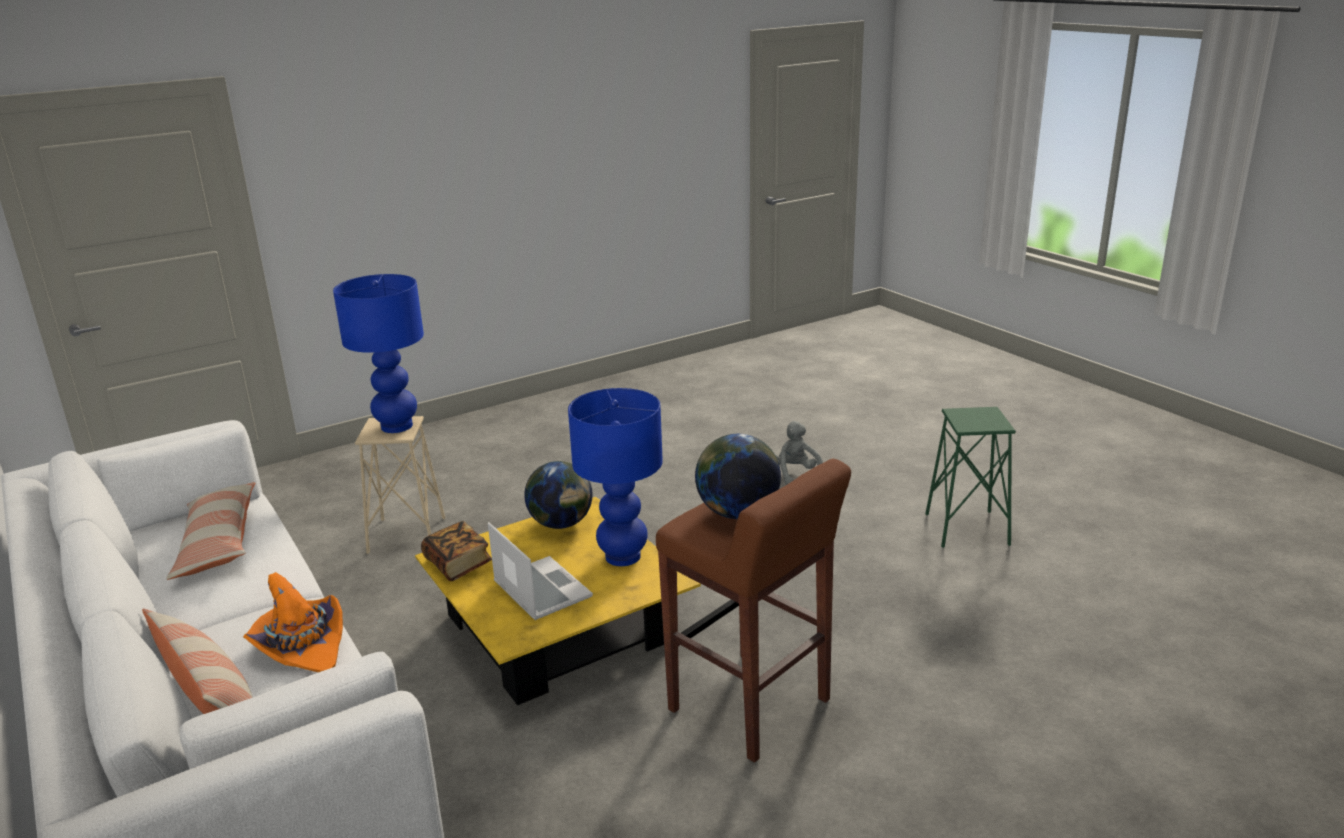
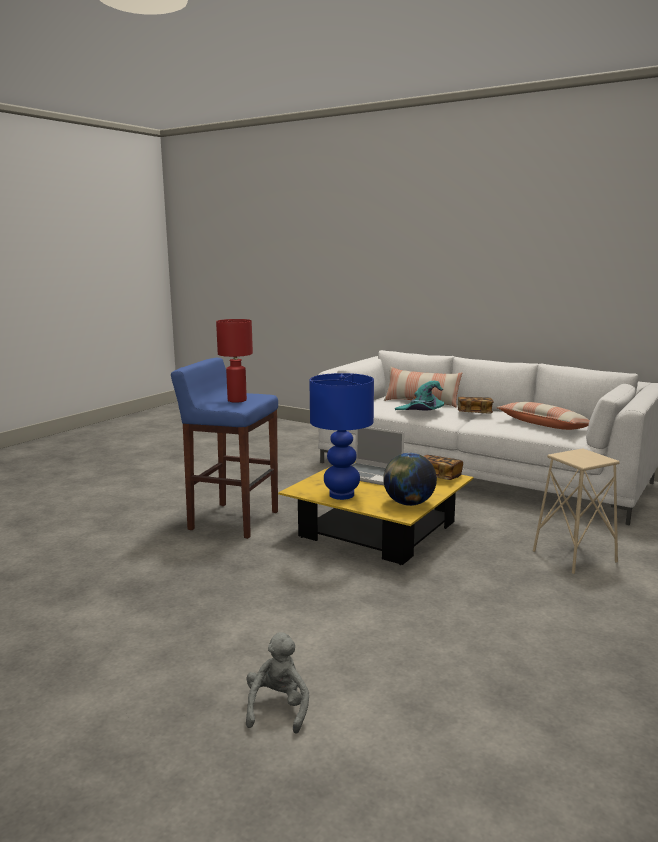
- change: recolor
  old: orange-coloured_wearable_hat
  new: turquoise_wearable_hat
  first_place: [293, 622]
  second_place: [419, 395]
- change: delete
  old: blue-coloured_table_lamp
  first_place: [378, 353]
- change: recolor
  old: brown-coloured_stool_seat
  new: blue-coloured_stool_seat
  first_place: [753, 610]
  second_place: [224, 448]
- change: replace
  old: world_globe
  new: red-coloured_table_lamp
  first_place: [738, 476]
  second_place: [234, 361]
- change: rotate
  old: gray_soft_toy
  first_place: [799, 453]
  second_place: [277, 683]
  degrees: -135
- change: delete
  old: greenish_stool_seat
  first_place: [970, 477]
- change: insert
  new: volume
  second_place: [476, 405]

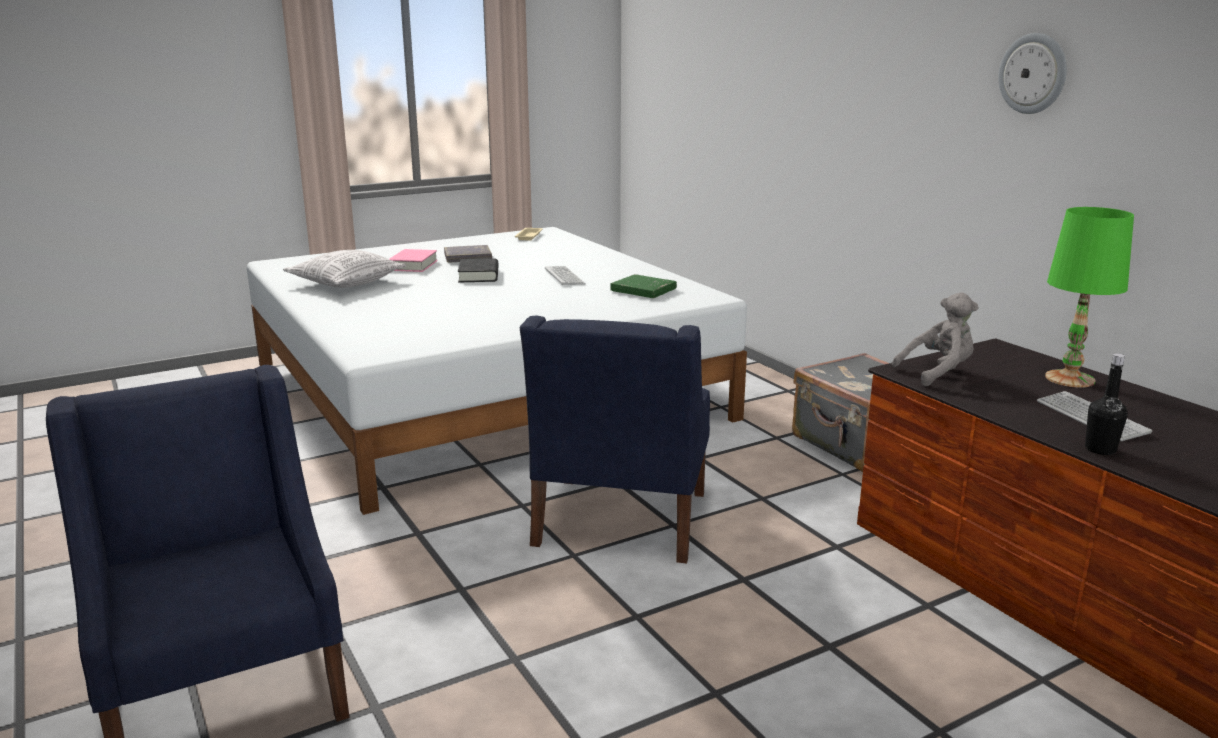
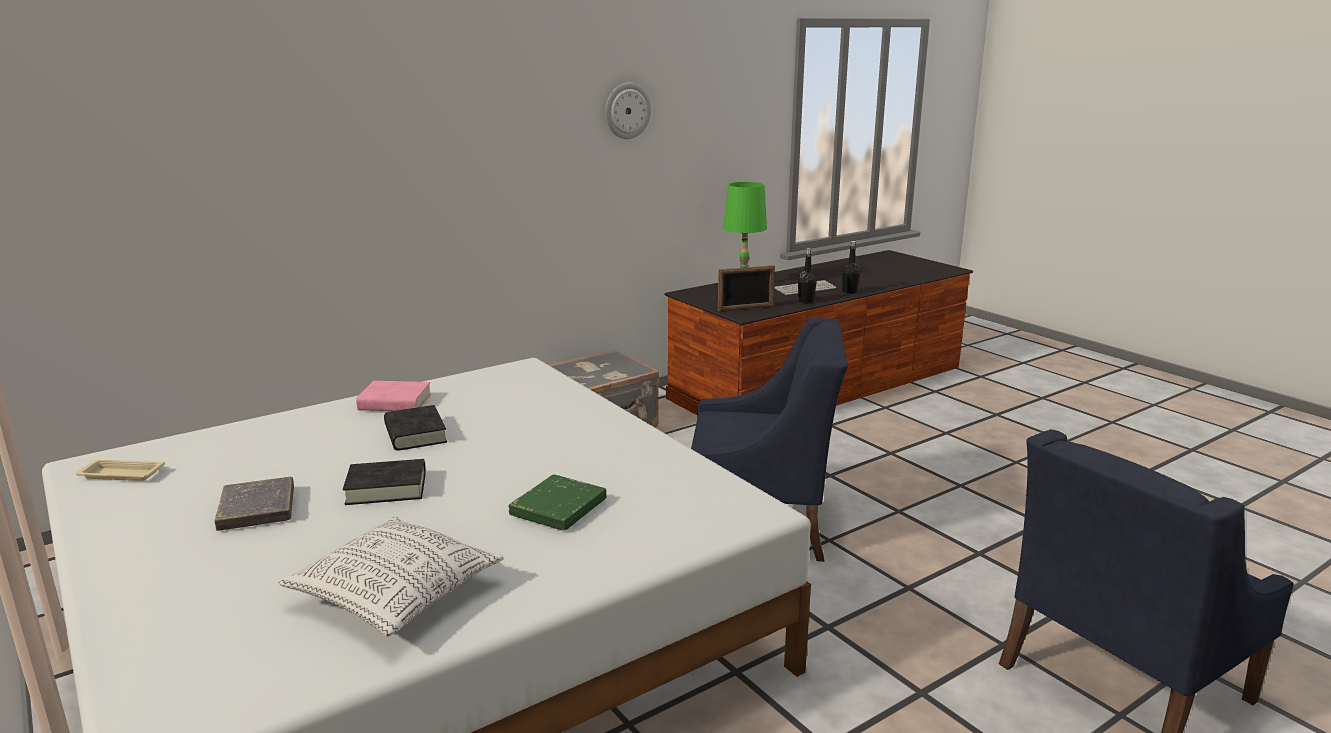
- change: move
  old: pink_volume
  first_place: [414, 260]
  second_place: [393, 396]
- change: replace
  old: PC_keyboard
  new: blackish_volume
  first_place: [565, 275]
  second_place: [415, 428]
- change: move
  old: greenish_volume
  first_place: [643, 286]
  second_place: [557, 502]
- change: replace
  old: gray_soft_toy
  new: photo_frame
  first_place: [935, 339]
  second_place: [746, 288]
- change: insert
  new: blackish_bottle
  second_place: [807, 275]

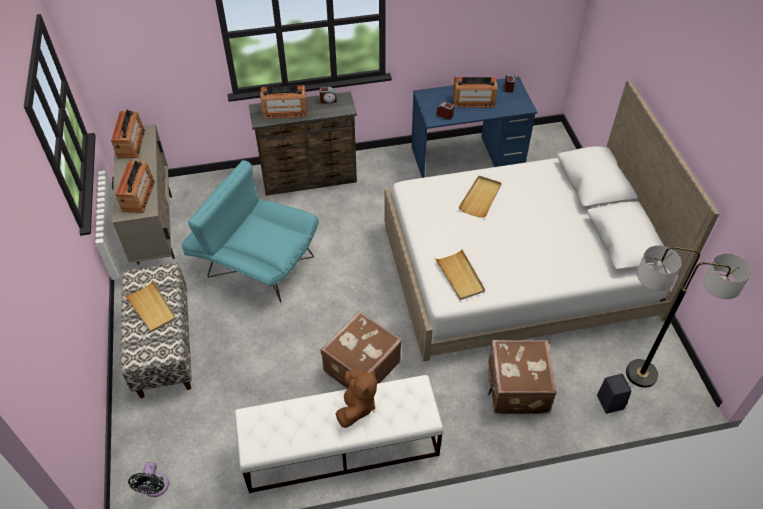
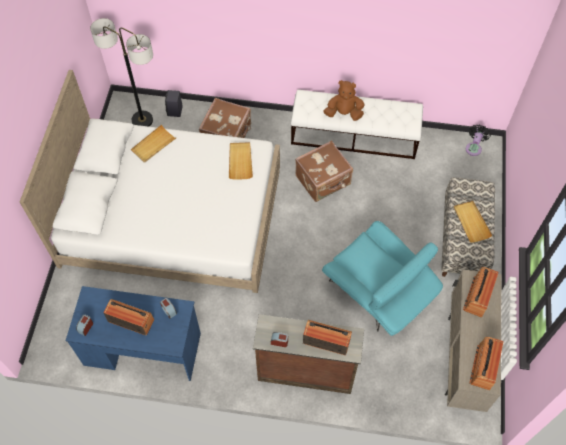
- change: rotate
  old: brown-coloured_soft_toy
  first_place: [356, 398]
  second_place: [344, 100]
  degrees: 60
- change: move
  old: beige_carrying_tray
  first_place: [480, 197]
  second_place: [153, 143]

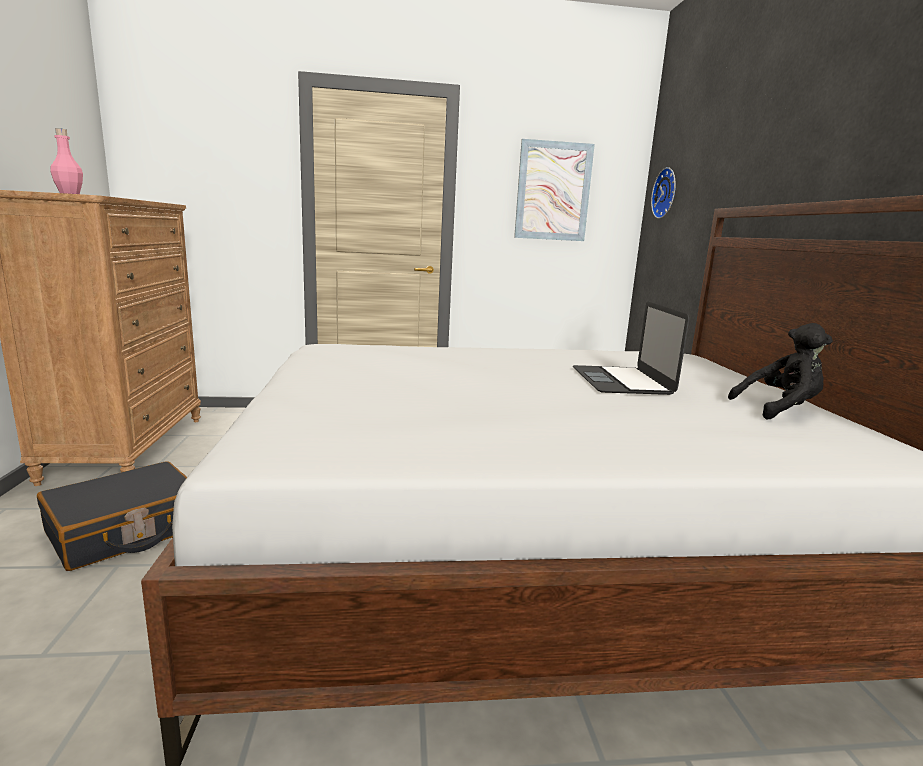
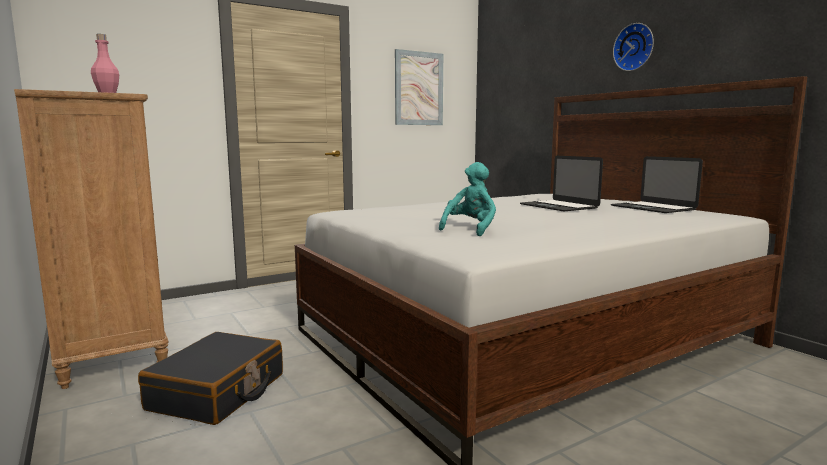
- change: move
  old: clock_on_the_wall
  first_place: [663, 193]
  second_place: [633, 47]
- change: replace
  old: blackish_soft_toy
  new: portable_computer
  first_place: [780, 371]
  second_place: [657, 184]
- change: insert
  new: turquoise_soft_toy
  second_place: [467, 199]

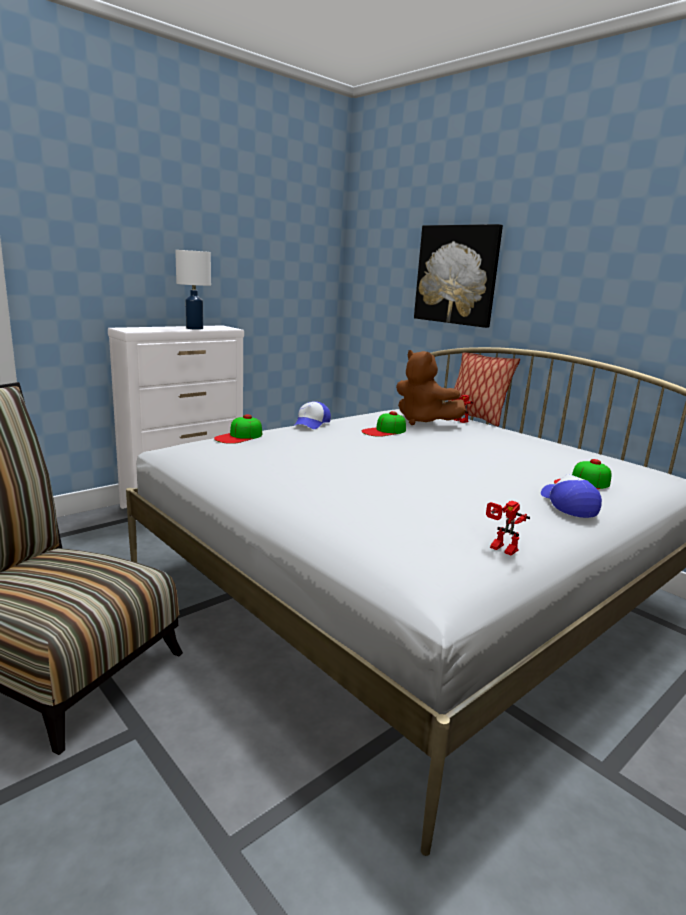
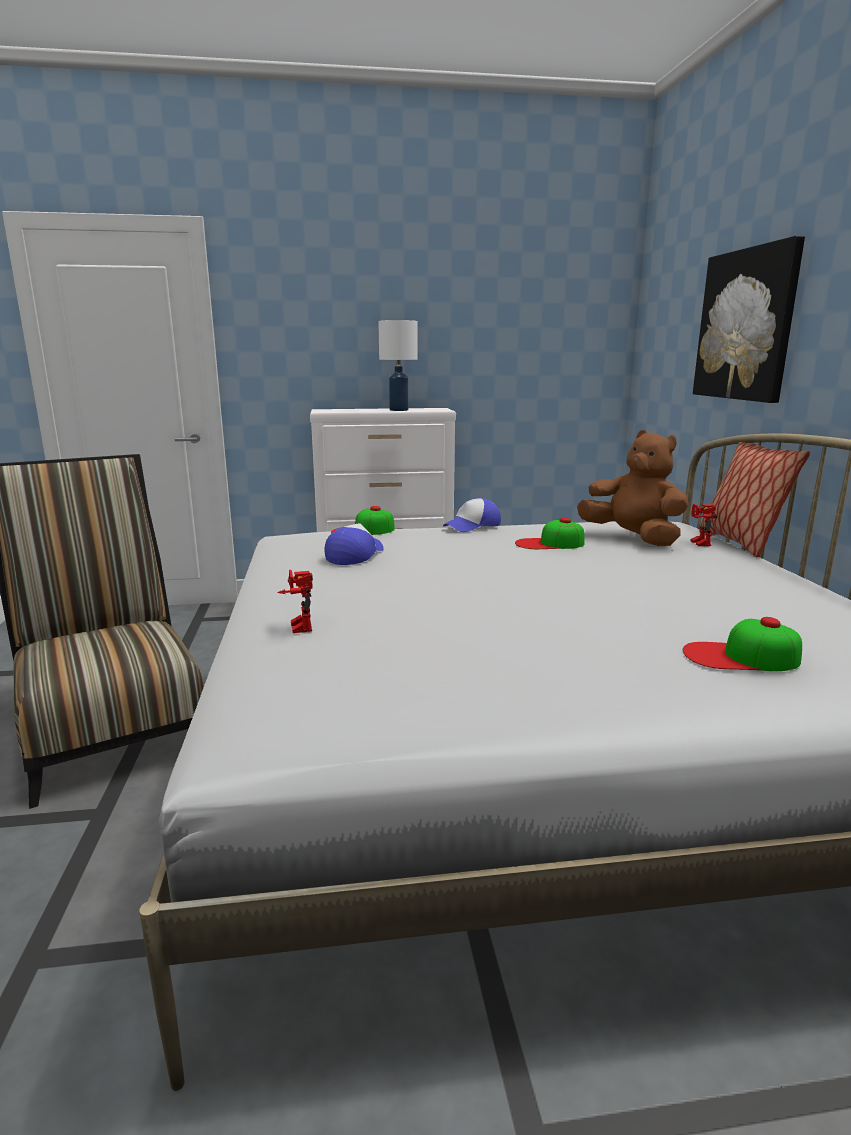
- change: rotate
  old: brown-coloured_soft_toy
  first_place: [431, 387]
  second_place: [632, 488]
  degrees: 150
- change: move
  old: robot_figure
  first_place: [508, 528]
  second_place: [295, 601]
- change: move
  old: cap
  first_place: [571, 496]
  second_place: [354, 544]

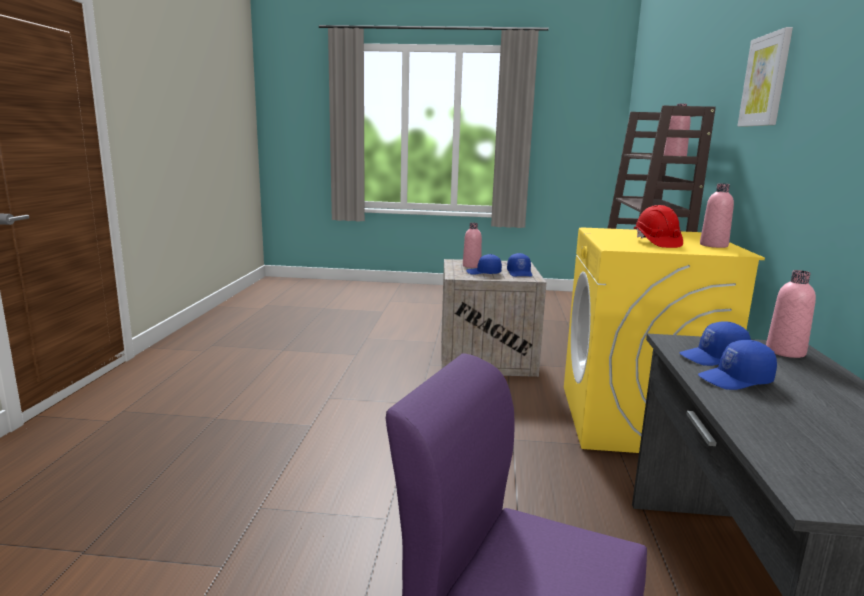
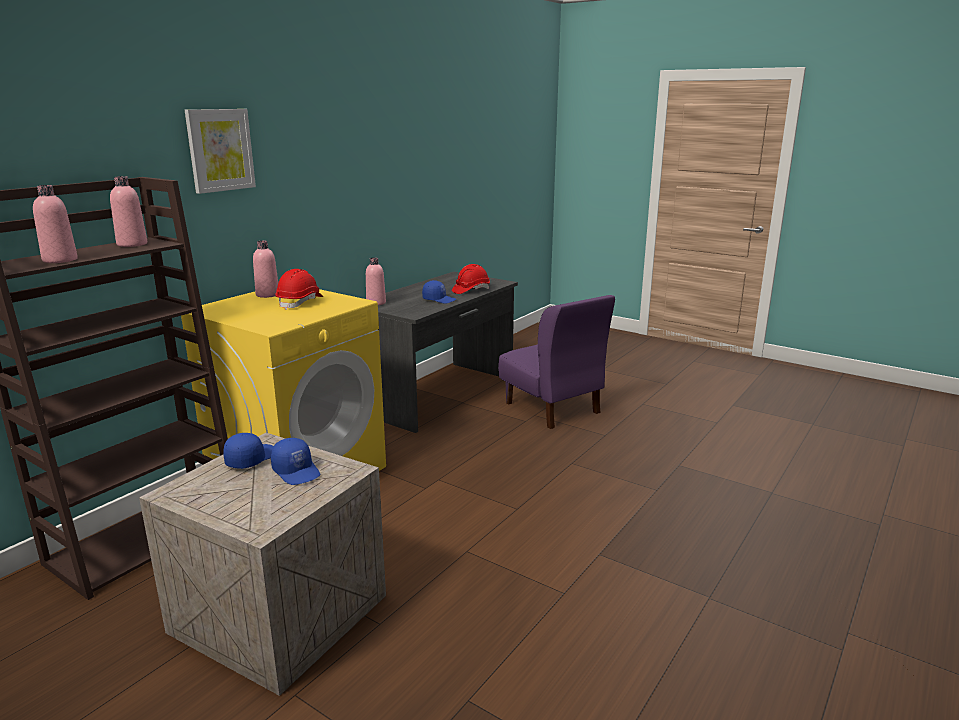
- change: move
  old: pink_bottle
  first_place: [472, 245]
  second_place: [55, 224]
- change: delete
  old: blue-coloured_cap
  first_place: [715, 343]
- change: insert
  new: red-coloured_hard_hat
  second_place: [471, 279]

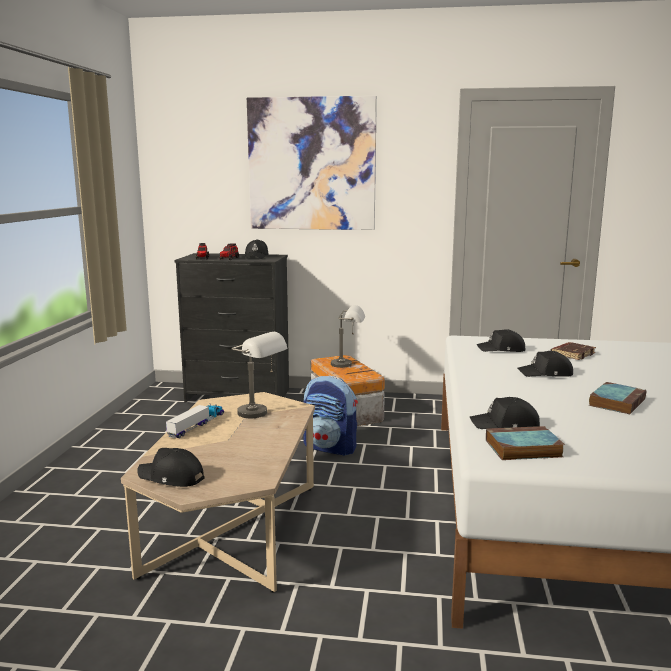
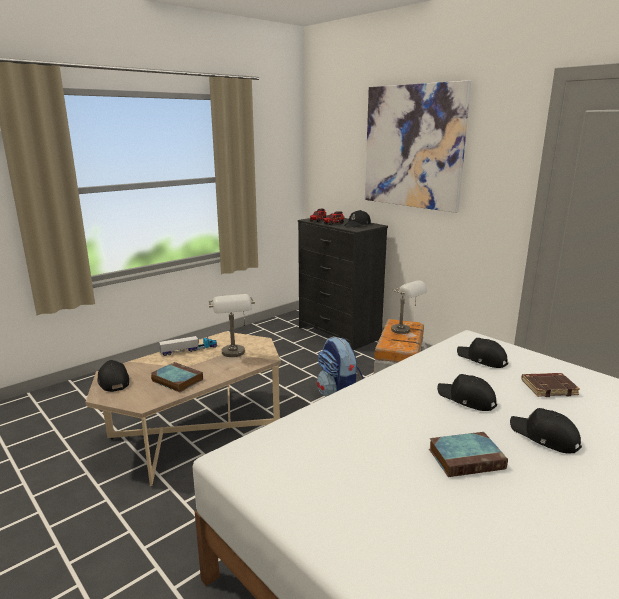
- change: move
  old: blackish_cap
  first_place: [505, 413]
  second_place: [546, 430]
- change: move
  old: volume
  first_place: [525, 443]
  second_place: [177, 377]

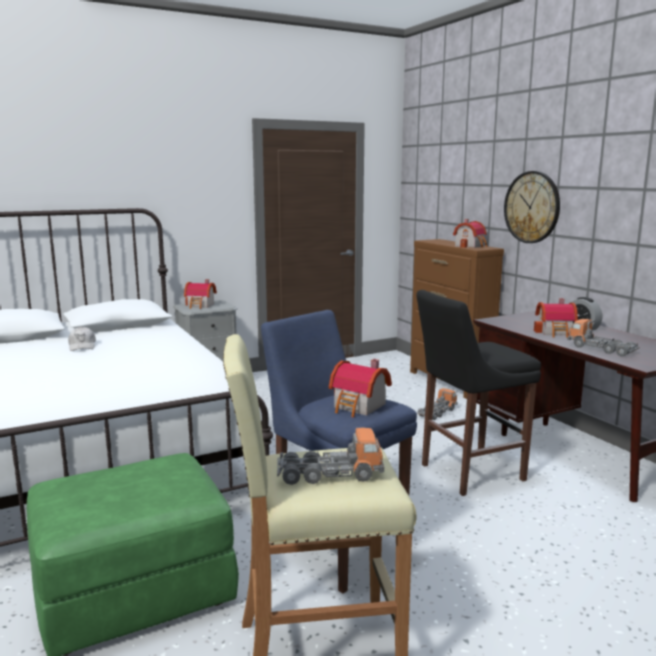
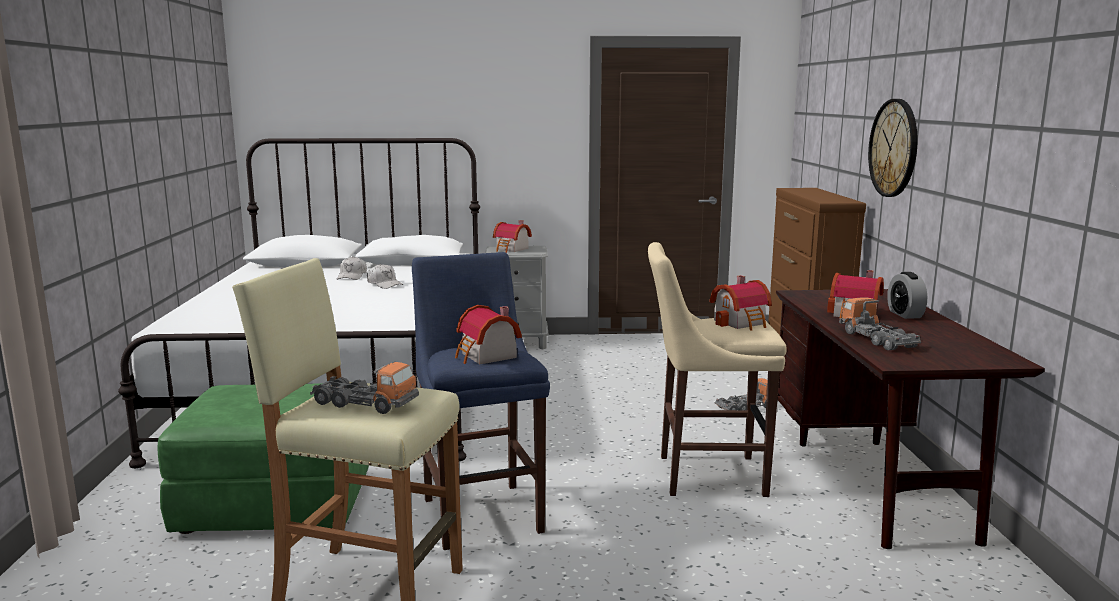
- change: recolor
  old: blackish_stool_seat
  new: beige_stool_seat
  first_place: [478, 393]
  second_place: [717, 369]
- change: move
  old: miniature_house
  first_place: [470, 233]
  second_place: [740, 303]
- change: insert
  new: whitish_cap
  second_place: [385, 276]

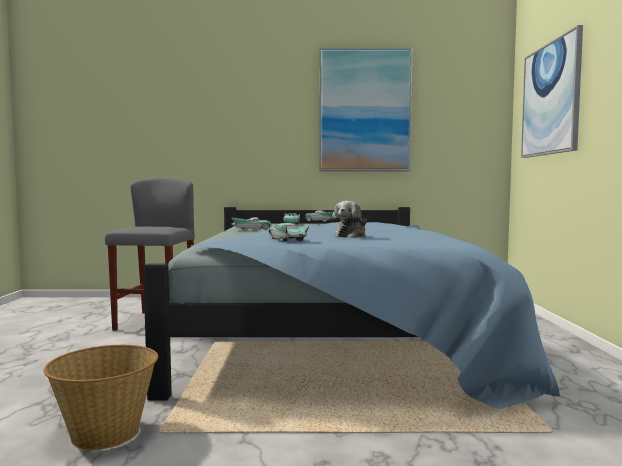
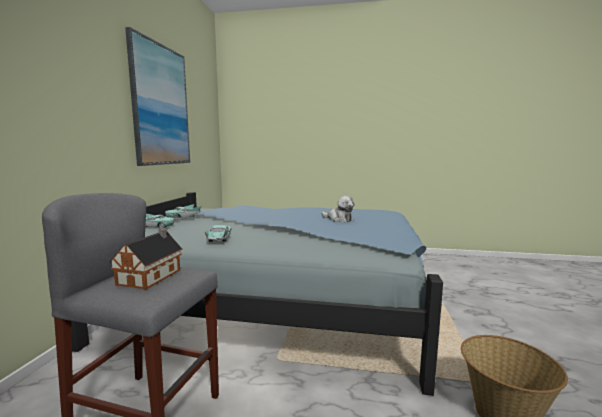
- change: delete
  old: turquoise_miniature_car
  first_place: [289, 232]
- change: delete
  old: picture
  first_place: [552, 91]
- change: insert
  new: miniature_house
  second_place: [146, 259]

